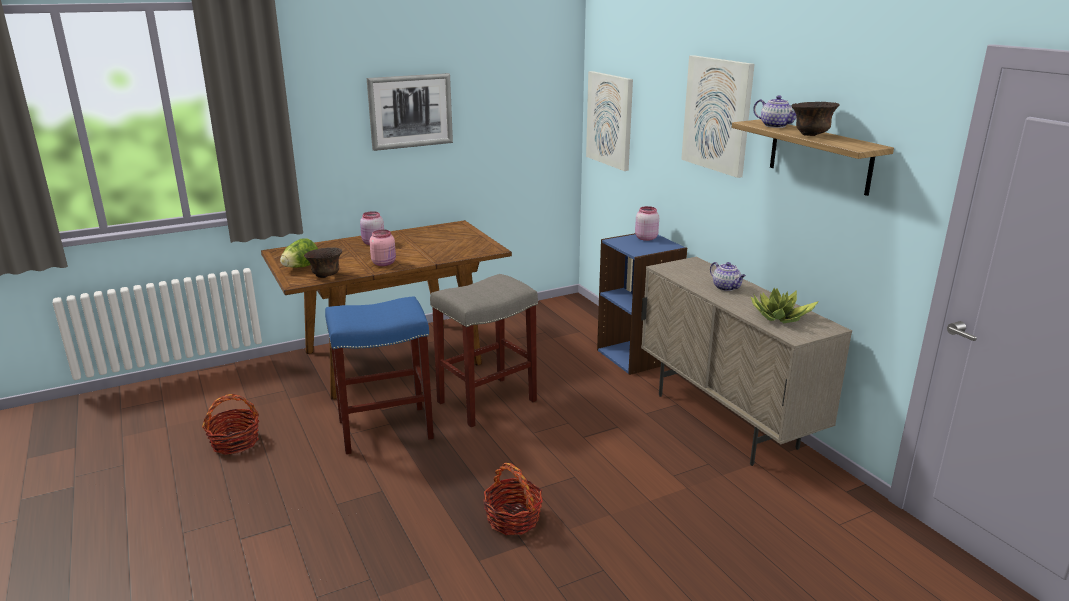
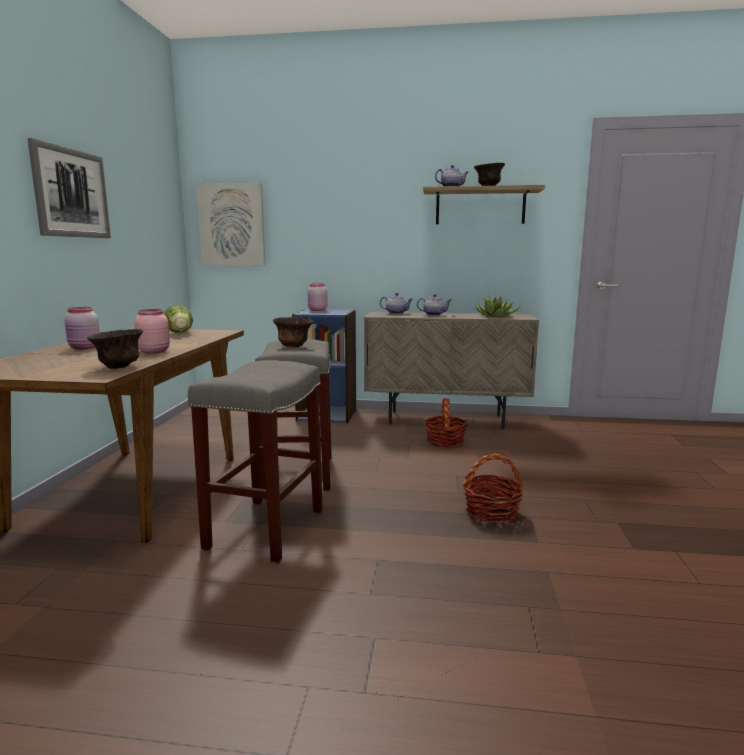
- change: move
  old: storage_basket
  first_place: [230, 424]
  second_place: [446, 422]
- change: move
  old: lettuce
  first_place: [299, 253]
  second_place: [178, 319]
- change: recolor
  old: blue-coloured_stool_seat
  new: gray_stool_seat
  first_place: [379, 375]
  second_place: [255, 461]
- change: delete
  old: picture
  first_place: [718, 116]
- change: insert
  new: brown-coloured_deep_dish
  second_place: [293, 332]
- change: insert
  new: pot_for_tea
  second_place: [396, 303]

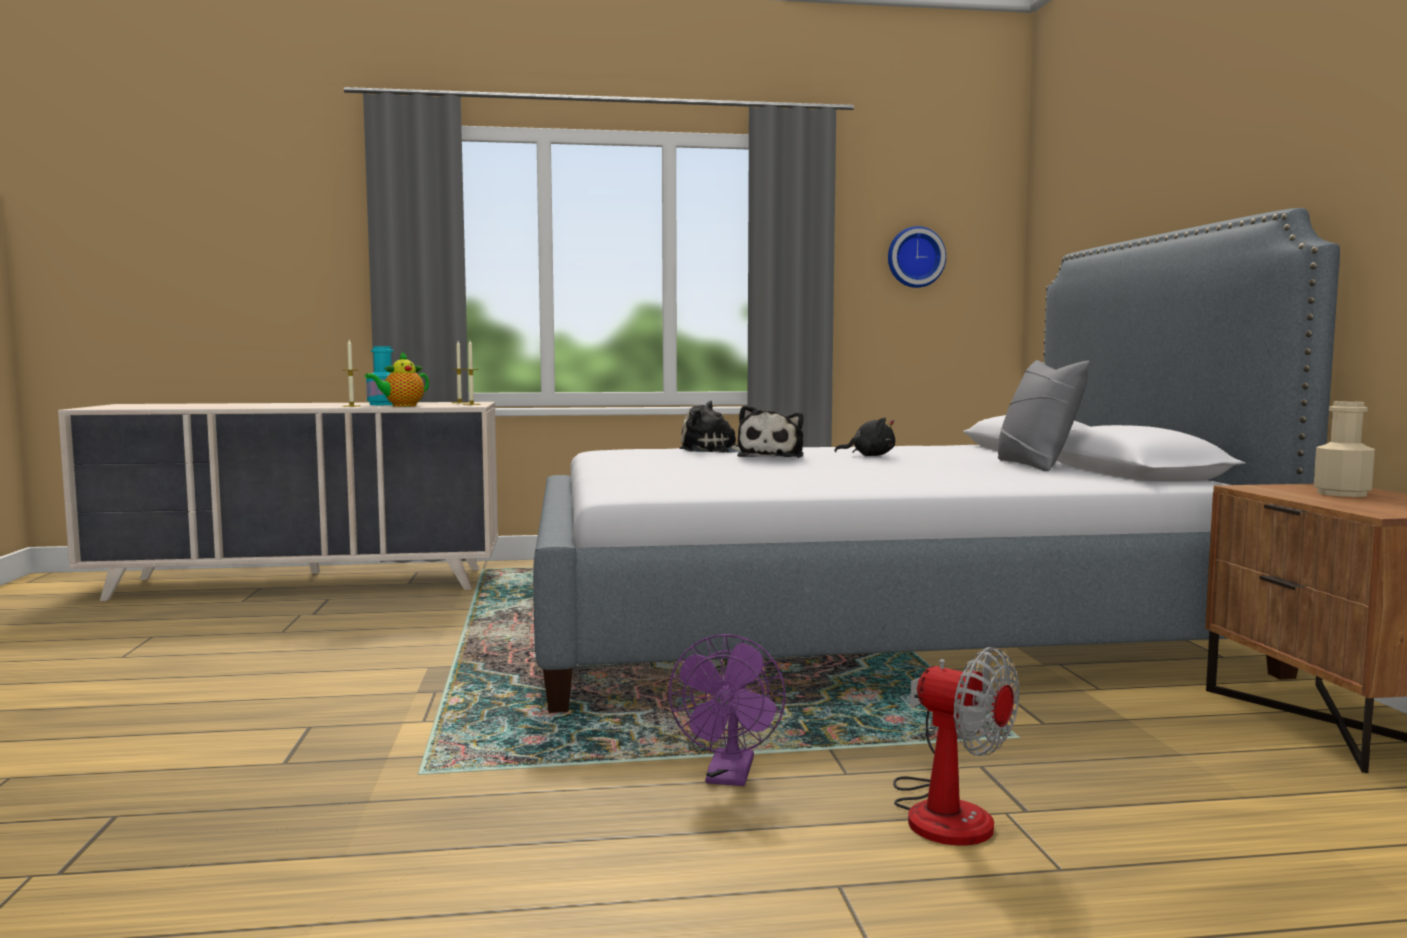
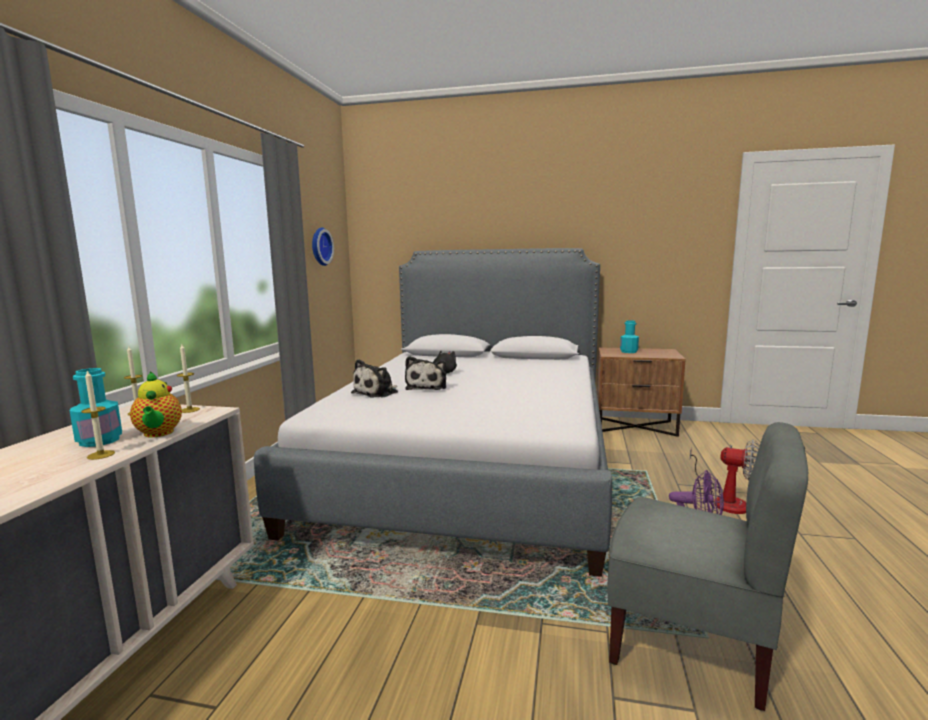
- change: rotate
  old: soft_toy
  first_place: [770, 431]
  second_place: [425, 373]
  degrees: 60
- change: rotate
  old: electric_fan
  first_place: [956, 746]
  second_place: [725, 477]
  degrees: 60
- change: delete
  old: gray_throw_pillow
  first_place: [1044, 415]
- change: recolor
  old: beige_bottle
  new: turquoise_bottle
  first_place: [1344, 449]
  second_place: [629, 336]
- change: insert
  new: gray_chair
  second_place: [708, 566]

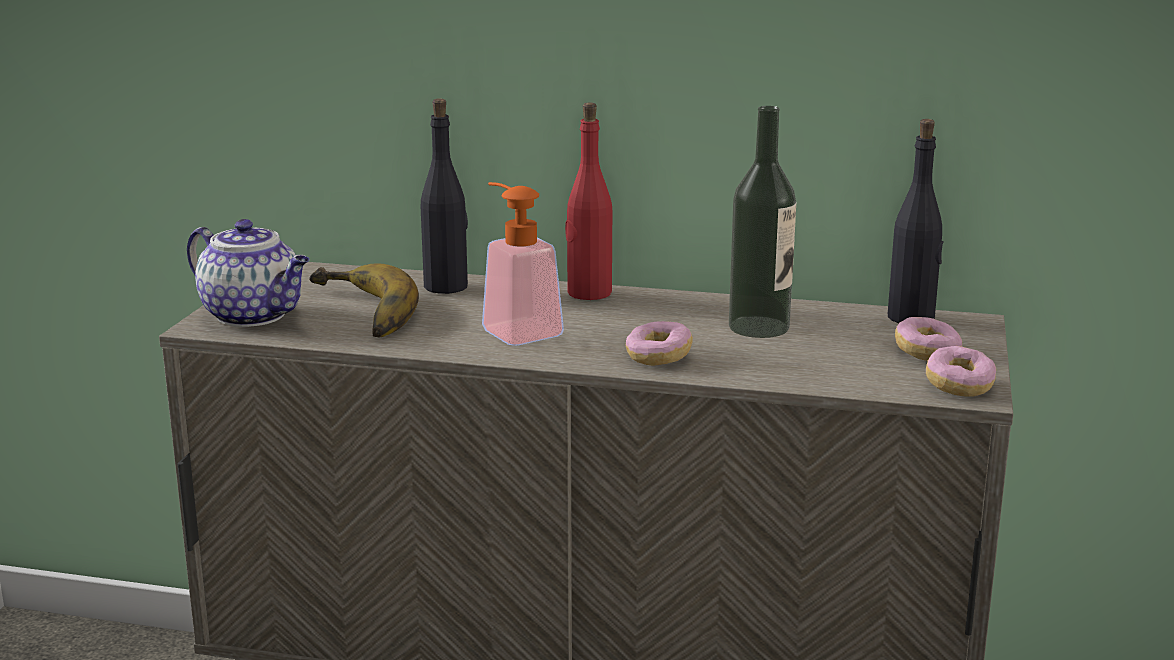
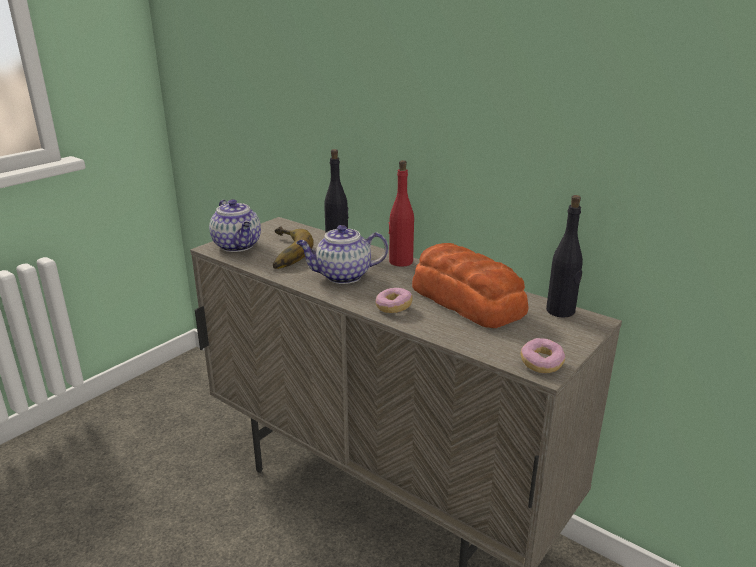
- change: replace
  old: liquid_soap_bottle
  new: pot_for_tea
  first_place: [523, 264]
  second_place: [342, 254]
- change: replace
  old: bottle
  new: baked_bread
  first_place: [762, 222]
  second_place: [470, 285]
- change: delete
  old: doughnut
  first_place: [928, 339]

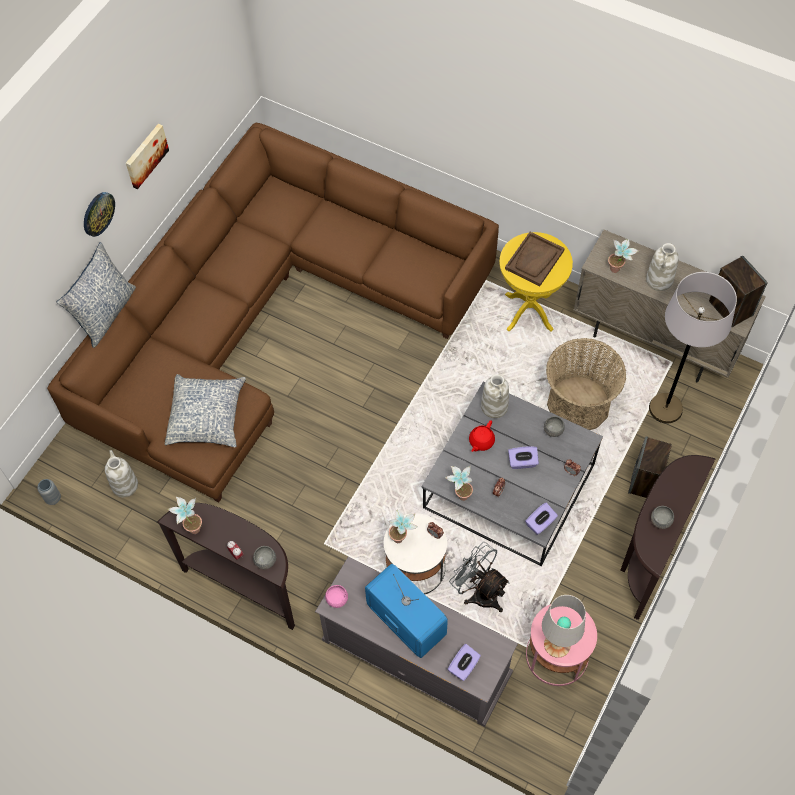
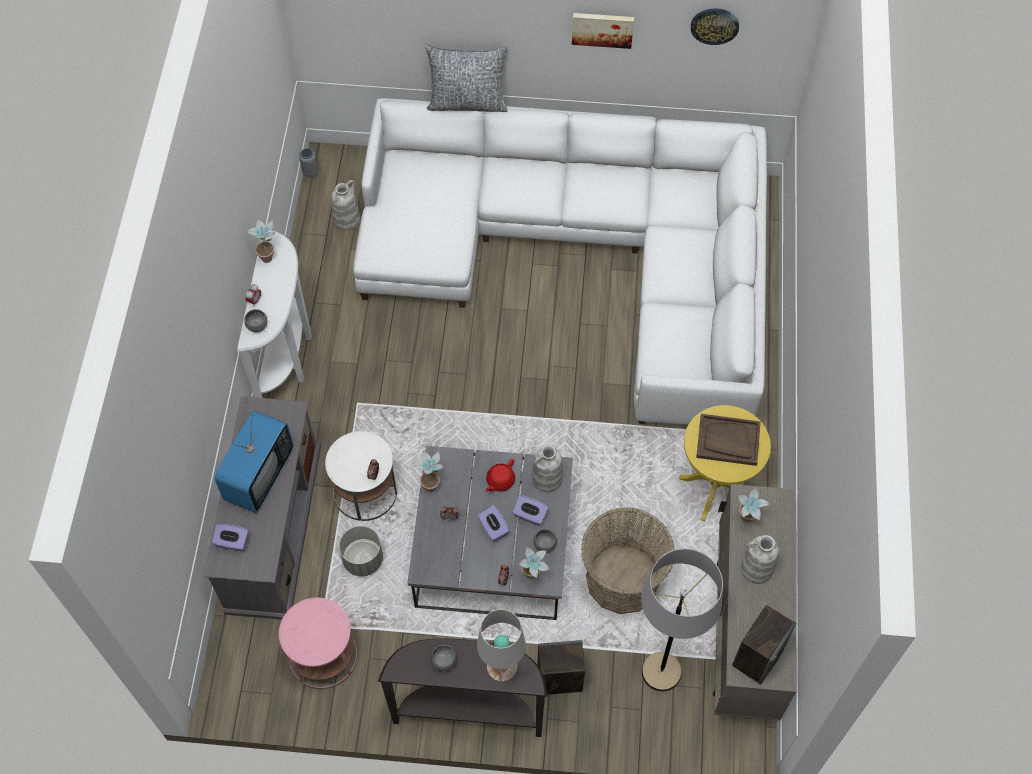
- change: recolor
  old: brown-coloured_settee
  new: whitish_settee
  first_place: [273, 312]
  second_place: [560, 261]
- change: move
  old: clock_on_the_wall
  first_place: [99, 214]
  second_place: [715, 26]
- change: recolor
  old: brown-coloured_narrow_table
  new: whitish_narrow_table
  first_place: [226, 566]
  second_place: [274, 314]
- change: delete
  old: throw_pillow
  first_place: [205, 411]
- change: delete
  old: pink_deep_dish
  first_place: [336, 596]
- change: move
  old: potted_plant
  first_place: [403, 526]
  second_place: [534, 562]
- change: replace
  old: gray_electric_fan
  new: gray_flower_pot
  first_place: [479, 577]
  second_place: [361, 551]
- change: rotate
  old: red-coloured_pot_for_tea
  first_place: [482, 436]
  second_place: [500, 475]
  degrees: -60
- change: move
  old: purple-coloured_box_of_tissues
  first_place: [541, 518]
  second_place: [530, 510]
- change: move
  old: whitish_table_lamp
  first_place: [564, 626]
  second_place: [501, 645]

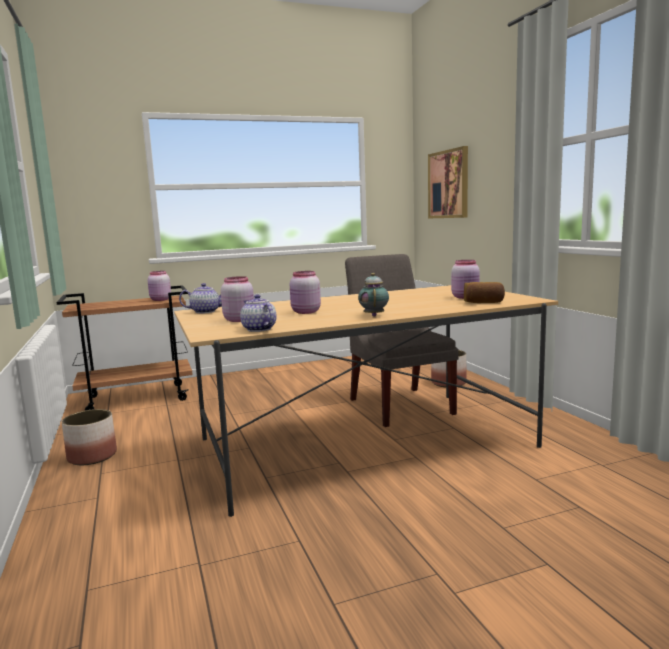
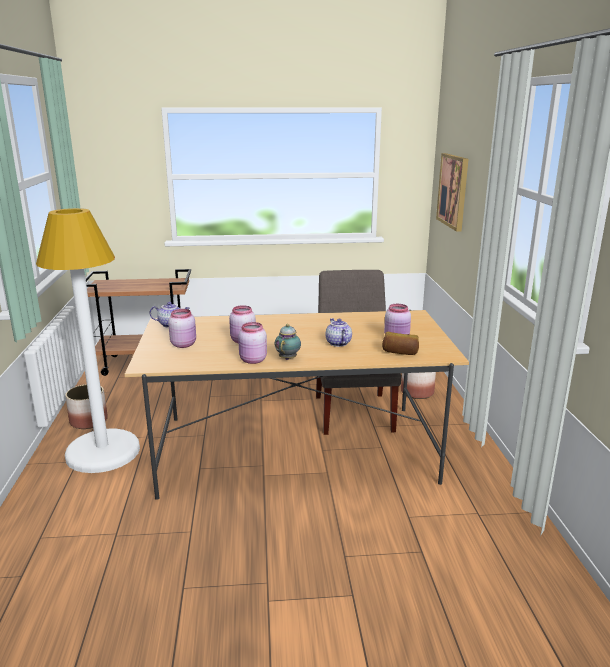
- change: move
  old: pink_storage_jar
  first_place: [159, 286]
  second_place: [252, 343]
- change: move
  old: pot_for_tea
  first_place: [258, 313]
  second_place: [338, 332]
- change: insert
  new: whitish_standing_lamp
  second_place: [88, 340]

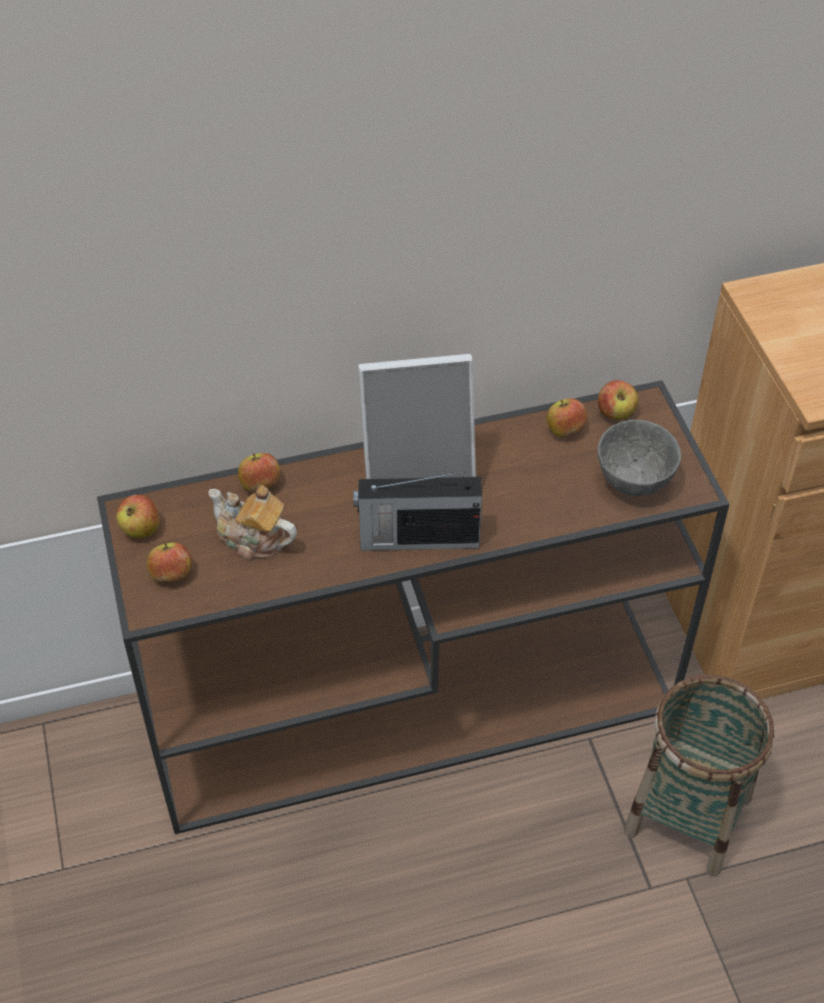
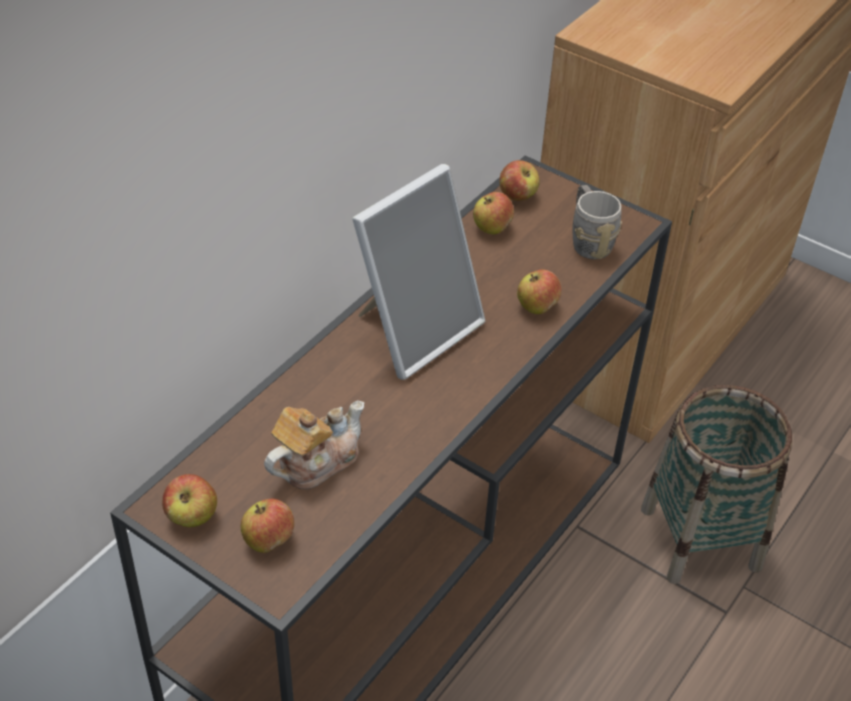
- change: rotate
  old: pot_for_tea
  first_place: [252, 522]
  second_place: [314, 444]
  degrees: 150
- change: move
  old: whole_apple
  first_place: [259, 472]
  second_place: [539, 291]
- change: delete
  old: radio_receiver
  first_place: [417, 511]
- change: replace
  old: gray_deep_dish
  new: gray_coffee_mug
  first_place: [639, 458]
  second_place: [597, 222]

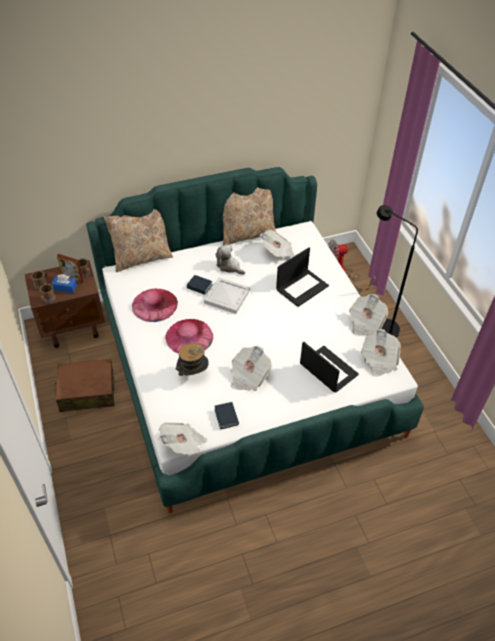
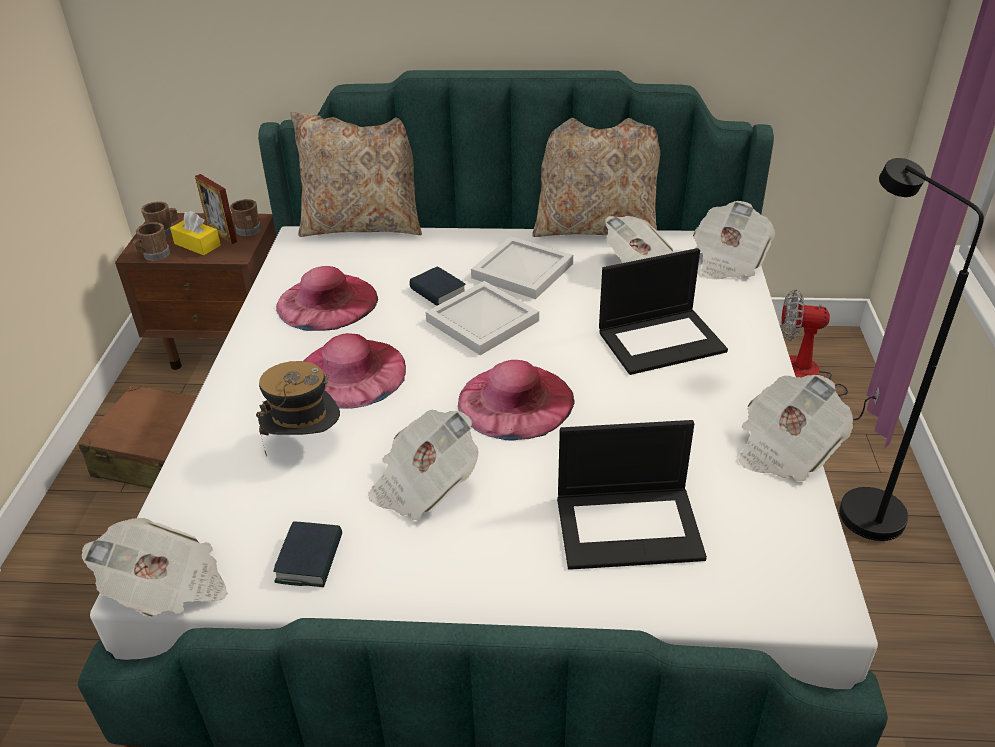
- change: recolor
  old: blue-coloured_box_of_tissues
  new: yellow_box_of_tissues
  first_place: [64, 283]
  second_place: [195, 233]
- change: replace
  old: soft_toy
  new: whitish_carrying_tray
  first_place: [230, 259]
  second_place: [522, 267]
- change: rotate
  old: portable_computer
  first_place: [329, 367]
  second_place: [632, 495]
  degrees: 105
- change: move
  old: printed_paper
  first_place: [381, 353]
  second_place: [734, 240]
- change: insert
  new: pink_wearable_hat
  second_place: [516, 400]

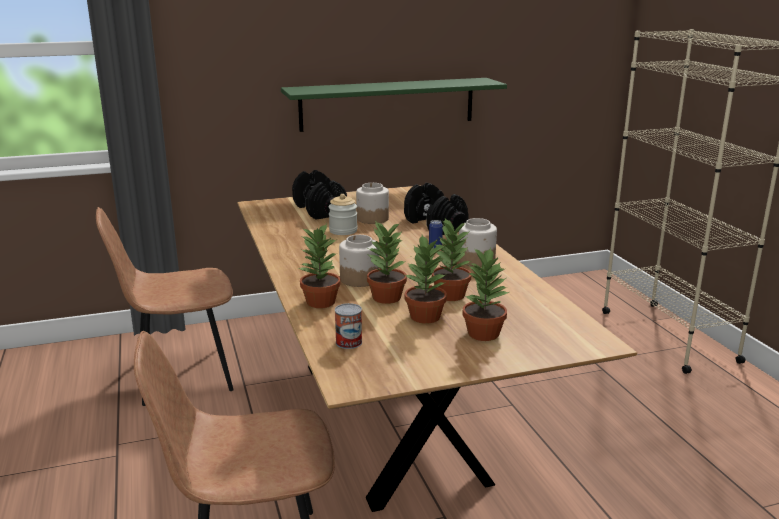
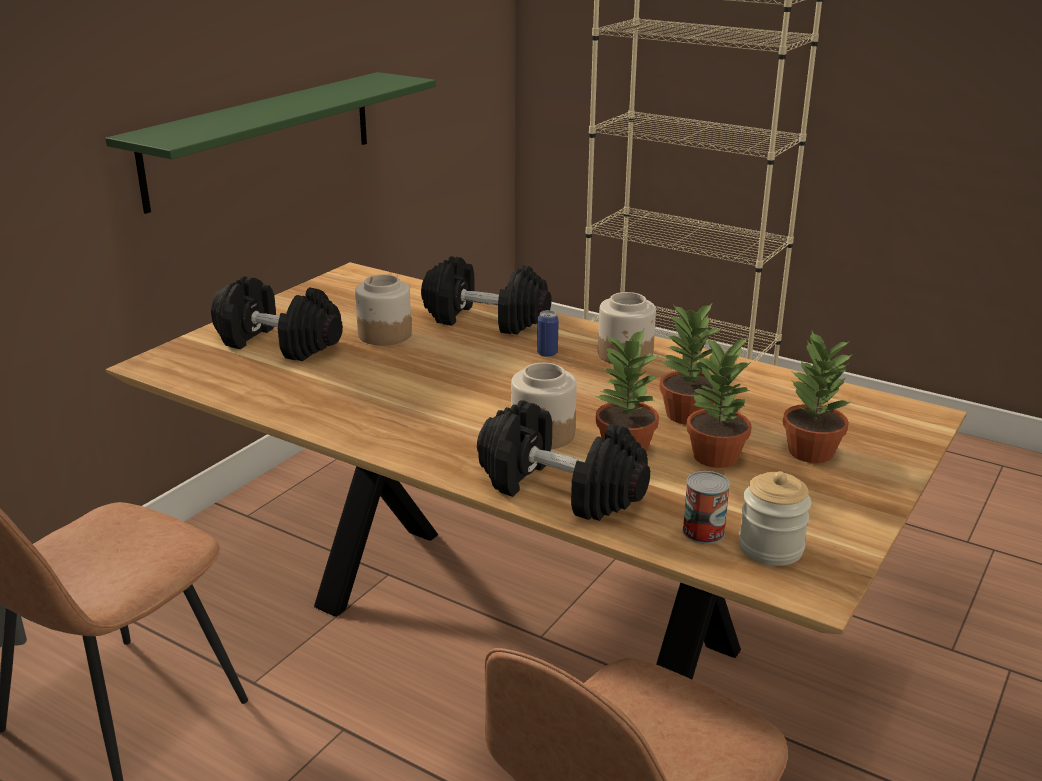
- change: replace
  old: potted_plant
  new: blackish_dumbbell
  first_place: [320, 266]
  second_place: [563, 460]
- change: move
  old: storage_jar
  first_place: [343, 214]
  second_place: [775, 518]

